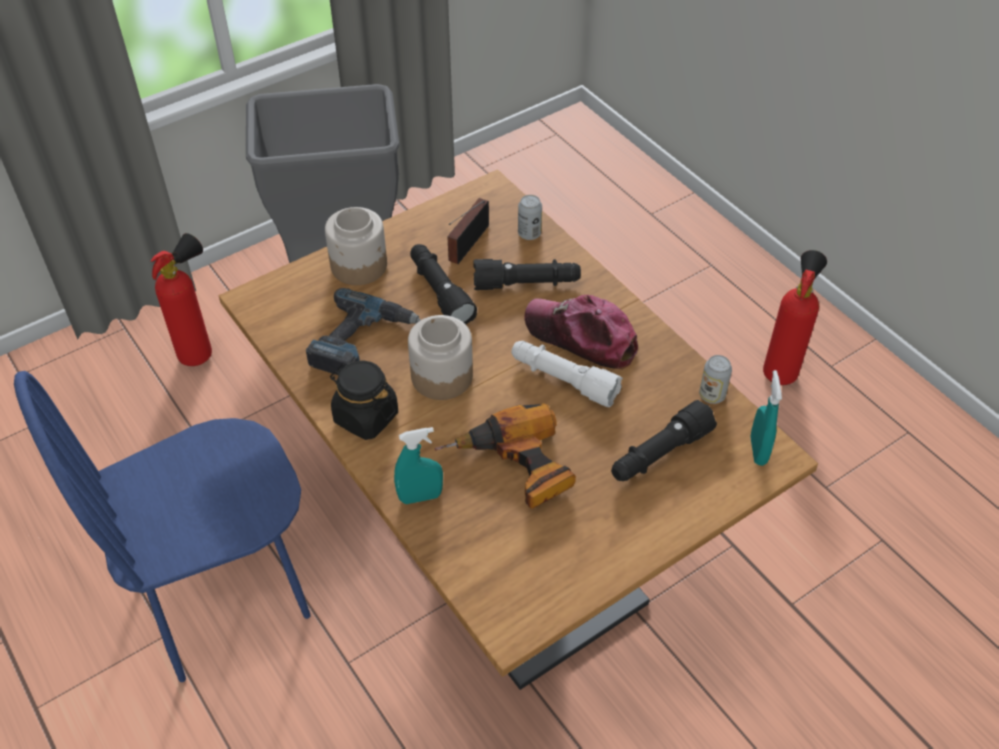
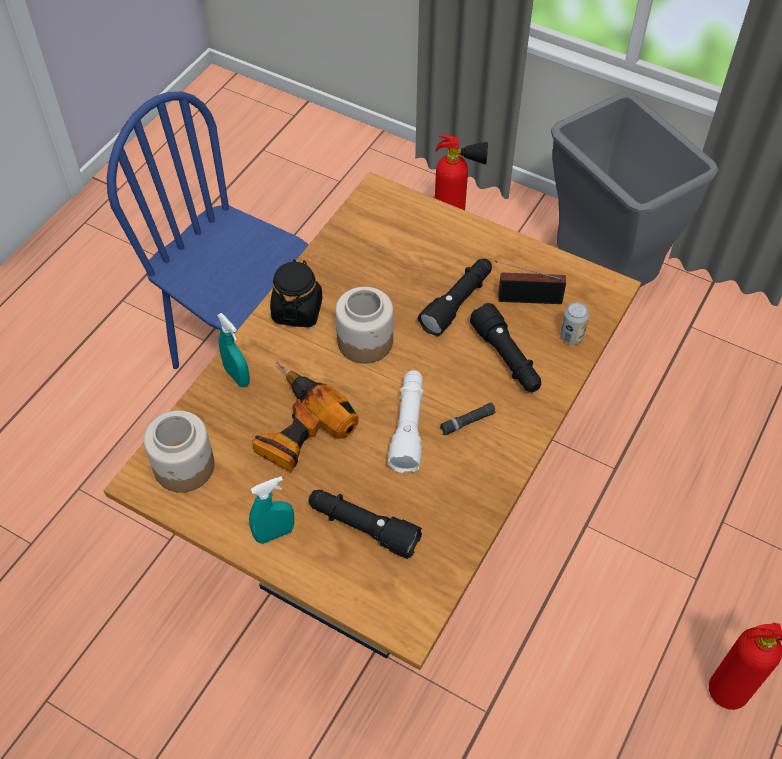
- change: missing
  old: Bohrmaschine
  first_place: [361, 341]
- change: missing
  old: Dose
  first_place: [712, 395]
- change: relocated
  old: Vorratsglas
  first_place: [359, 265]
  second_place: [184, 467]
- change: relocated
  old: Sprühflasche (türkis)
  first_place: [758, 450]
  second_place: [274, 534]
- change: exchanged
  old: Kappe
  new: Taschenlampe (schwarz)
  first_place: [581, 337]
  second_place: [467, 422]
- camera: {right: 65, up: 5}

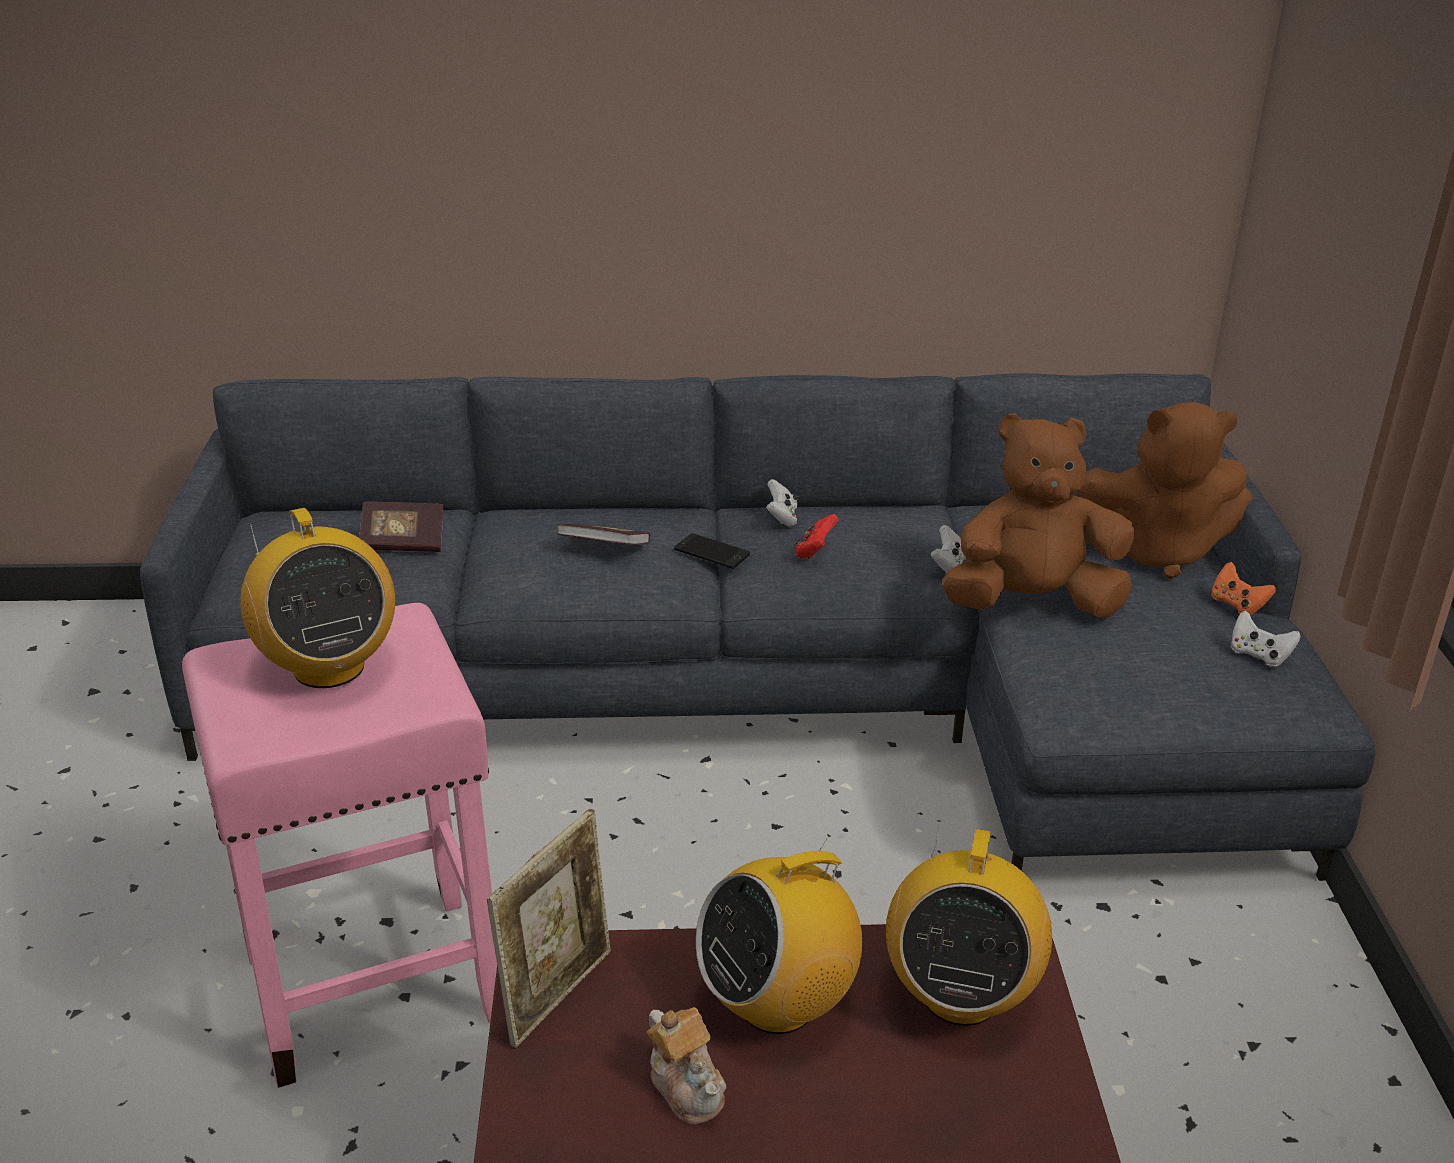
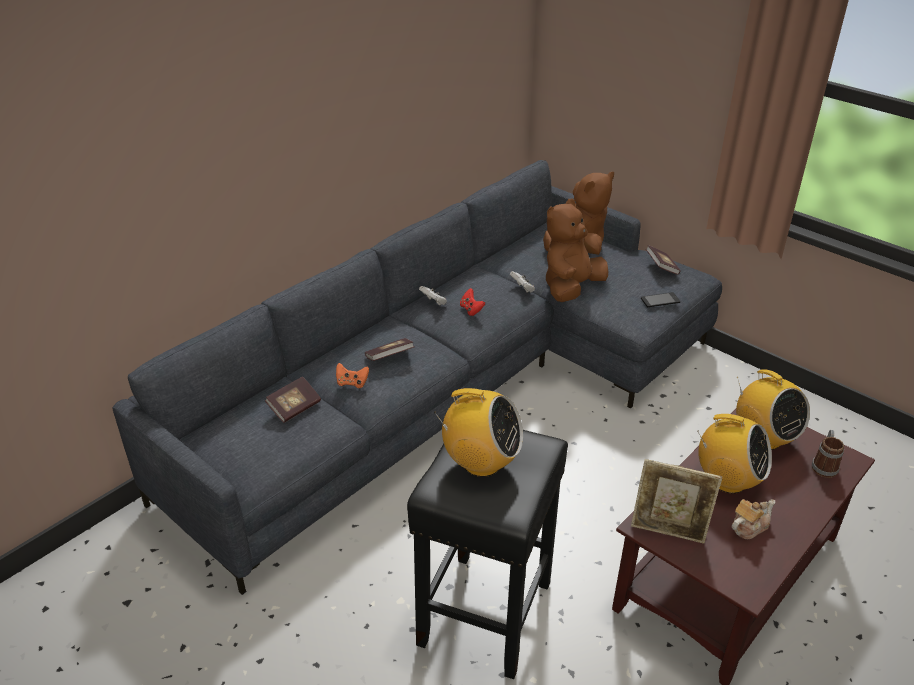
- change: appeared
  new: Henkelbecher
  second_place: [824, 465]
- change: relocated
  old: Handy
  first_place: [711, 552]
  second_place: [660, 300]
- change: relocated
  old: Gamepad (orange)
  first_place: [1237, 605]
  second_place: [352, 383]
- change: exchanged
  old: Gamepad (weiß)
  new: Buch
  first_place: [1258, 655]
  second_place: [661, 267]
- change: colour
  old: Hocker (rosa)
  new: Hocker (schwarz)
  first_place: [378, 984]
  second_place: [486, 611]
- change: spun
  old: Bilderrahmen
  first_place: [558, 993]
  second_place: [668, 532]
  degrees: 120
- change: spun
  old: Teekanne
  first_place: [687, 1086]
  second_place: [748, 526]
  degrees: -45
- change: spun
  old: Radio
  first_place: [778, 1003]
  second_place: [727, 481]
  degrees: -75
- camera: {right: -45, up: 5}

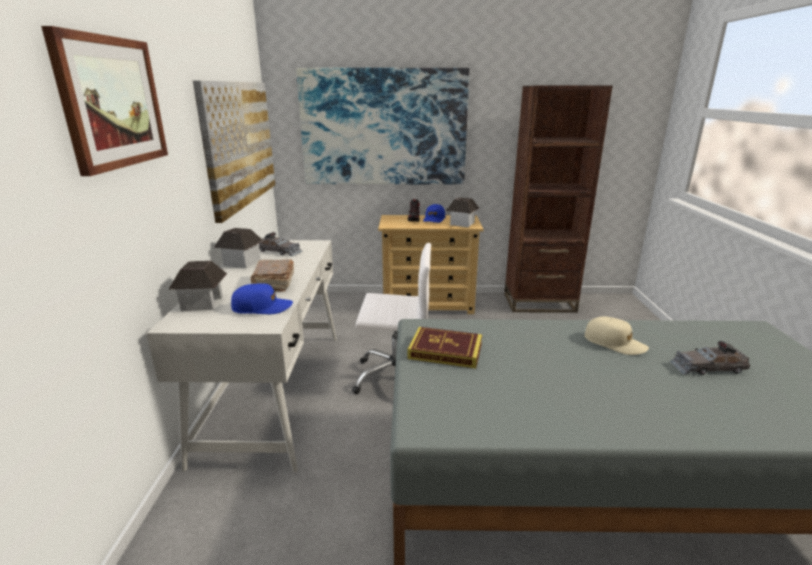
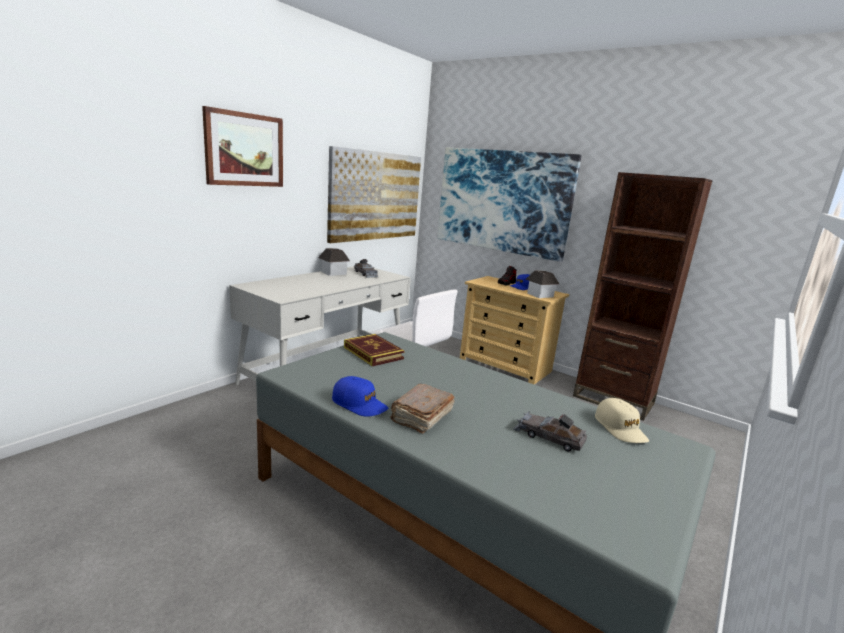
- change: missing
  old: Spielzeughaus
  first_place: [202, 303]
- change: relocated
  old: Kappe (blau)
  first_place: [262, 307]
  second_place: [359, 404]
- change: relocated
  old: Buch (braun)
  first_place: [273, 284]
  second_place: [421, 417]
- change: relocated
  old: Kappe (beige)
  first_place: [614, 343]
  second_place: [620, 428]
- camera: {right: 35, up: -5}

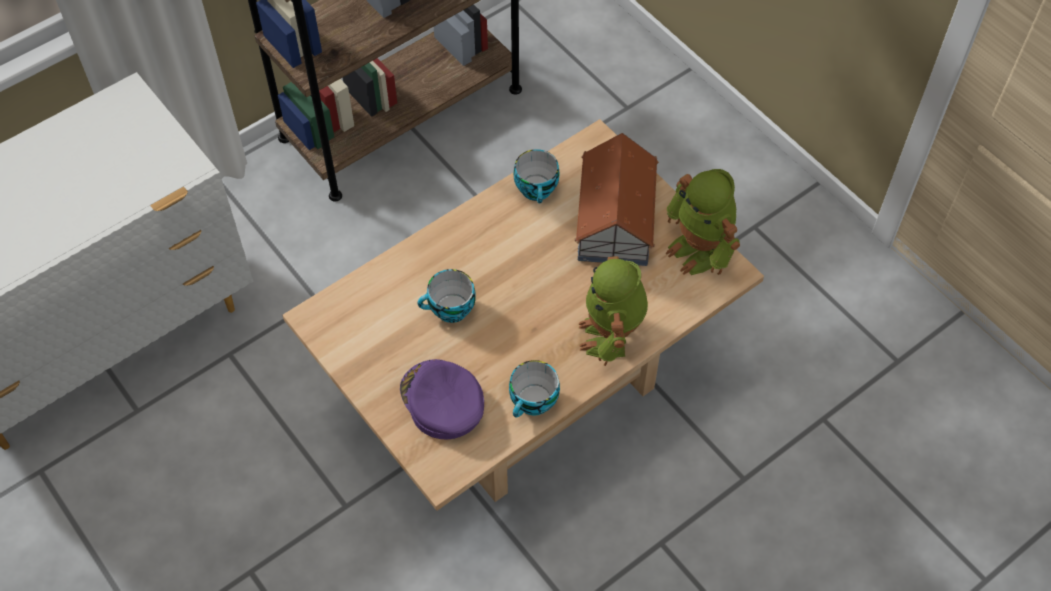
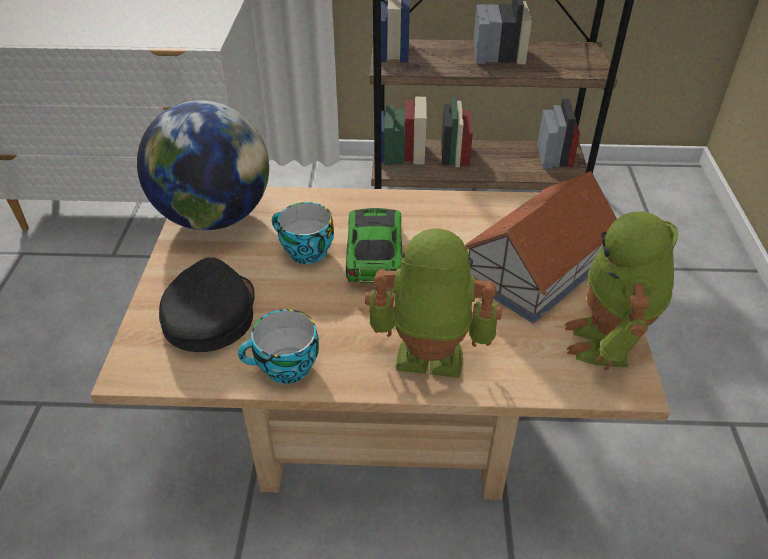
- change: missing
  old: Tasse
  first_place: [538, 190]
- change: appeared
  new: Globus
  second_place: [214, 217]
- change: appeared
  new: Spielzeugauto
  second_place: [374, 251]
- change: colour
  old: Kappe (lila)
  new: Kappe (schwarz)
  first_place: [442, 402]
  second_place: [209, 313]
- change: spun
  old: Spielzeugroboter
  first_place: [611, 336]
  second_place: [428, 361]
  degrees: 60
- camera: {right: 40, up: -15}

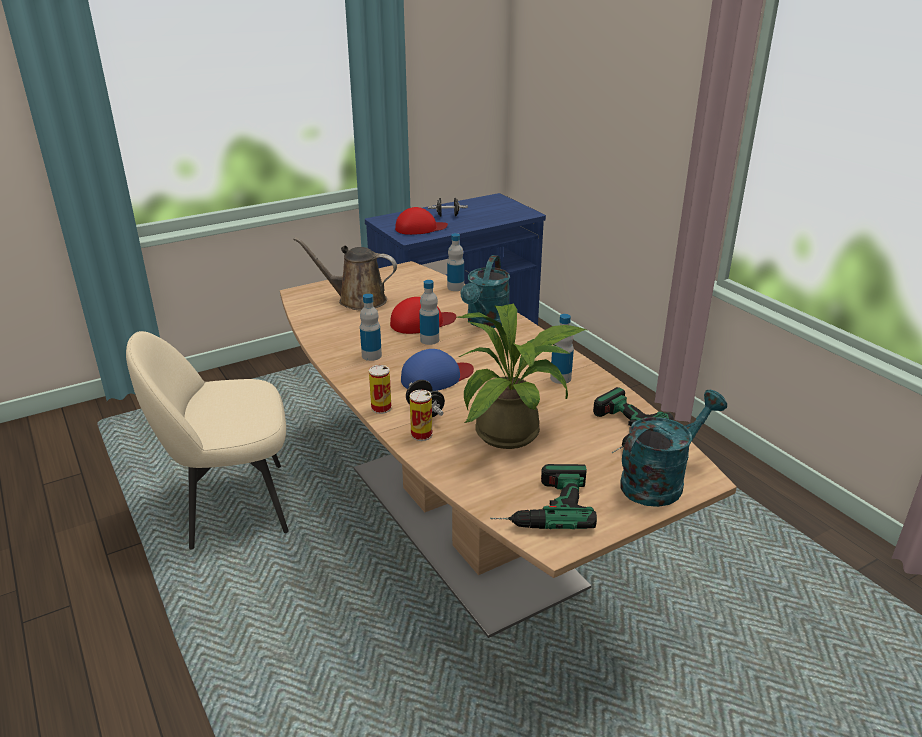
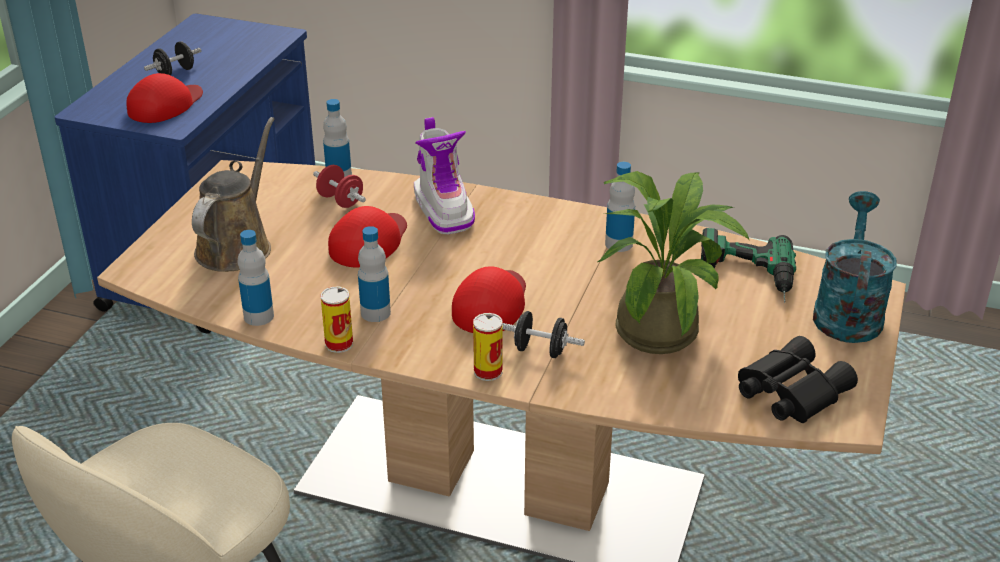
- change: appeared
  new: Hantel (rot)
  second_place: [340, 201]
- change: relocated
  old: Dose
  first_place: [421, 434]
  second_place: [339, 344]
- change: relocated
  old: Flasche
  first_place: [429, 340]
  second_place: [259, 316]
- change: exchanged
  old: Gießkanne (türkis)
  new: Stiefel
  first_place: [486, 322]
  second_place: [444, 210]
- change: exchanged
  old: Bohrmaschine
  new: Fernglas (schwarz)
  first_place: [540, 505]
  second_place: [789, 391]
- change: colour
  old: Kappe (blau)
  new: Kappe (rot)
  first_place: [436, 377]
  second_place: [491, 304]
- change: spun
  old: Gießkanne (braun)
  first_place: [357, 300]
  second_place: [237, 246]
  degrees: 135
- camera: {right: -40, up: 5}

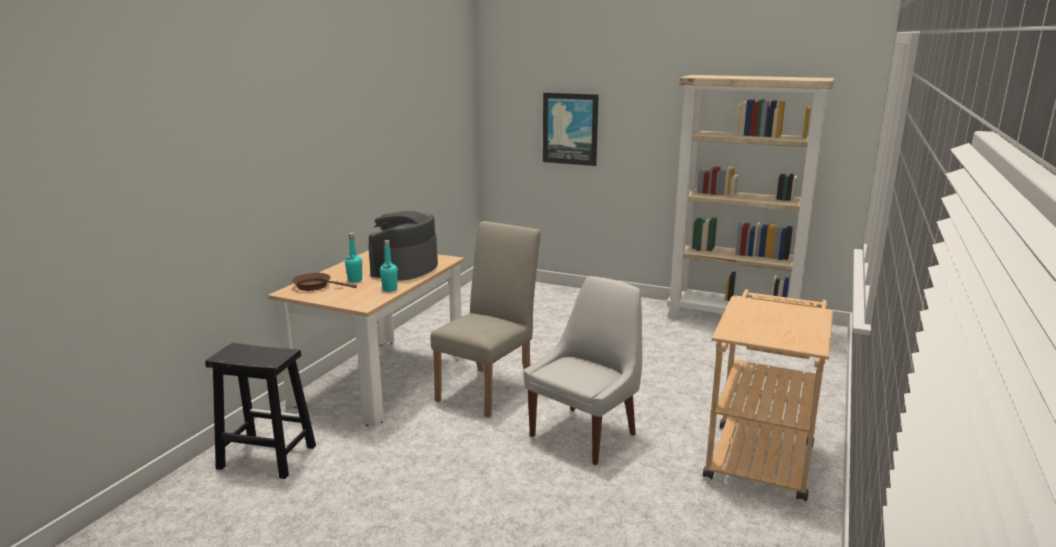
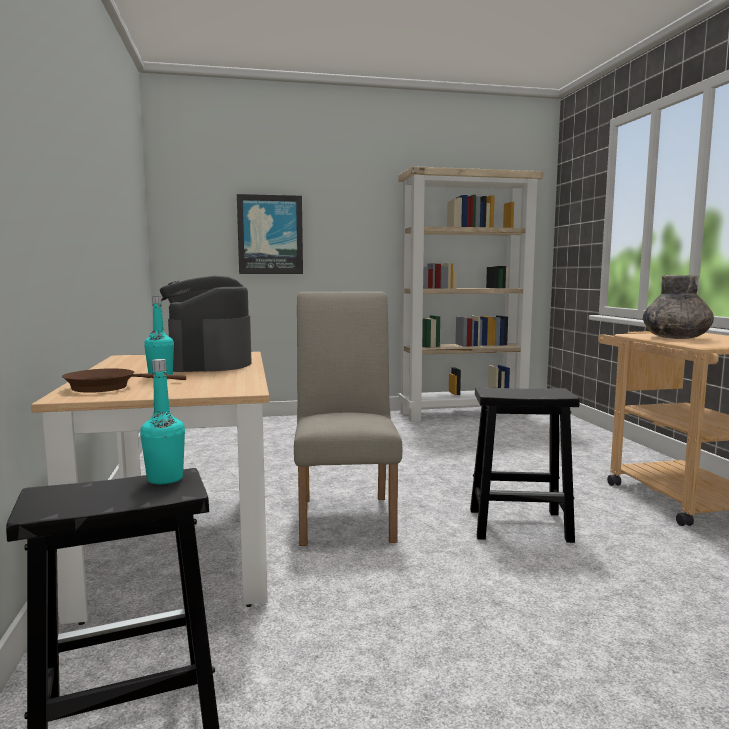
- change: appeared
  new: Vase (grau)
  second_place: [675, 338]
- change: relocated
  old: Flasche (türkis)
  first_place: [390, 289]
  second_place: [165, 479]
- change: exchanged
  old: Stuhl (weiß)
  new: Hocker (schwarz)
  first_place: [585, 433]
  second_place: [520, 525]
- camera: {right: -35, up: -10}

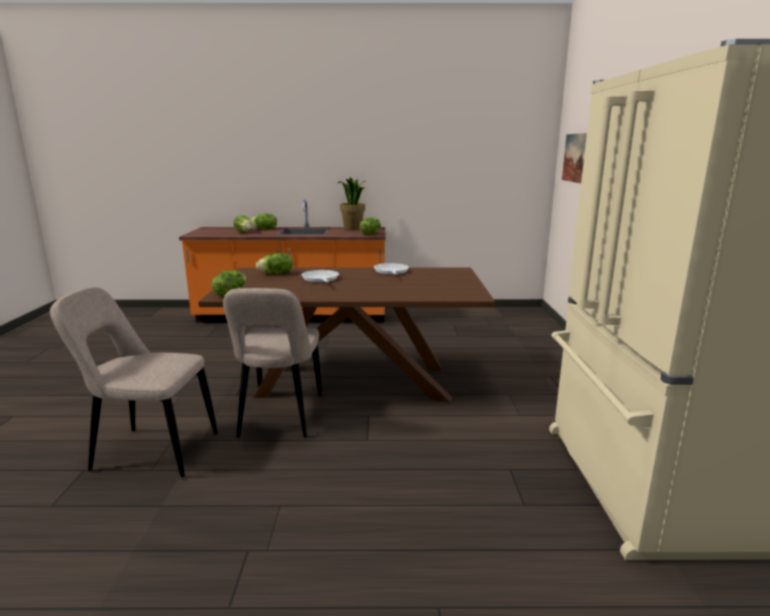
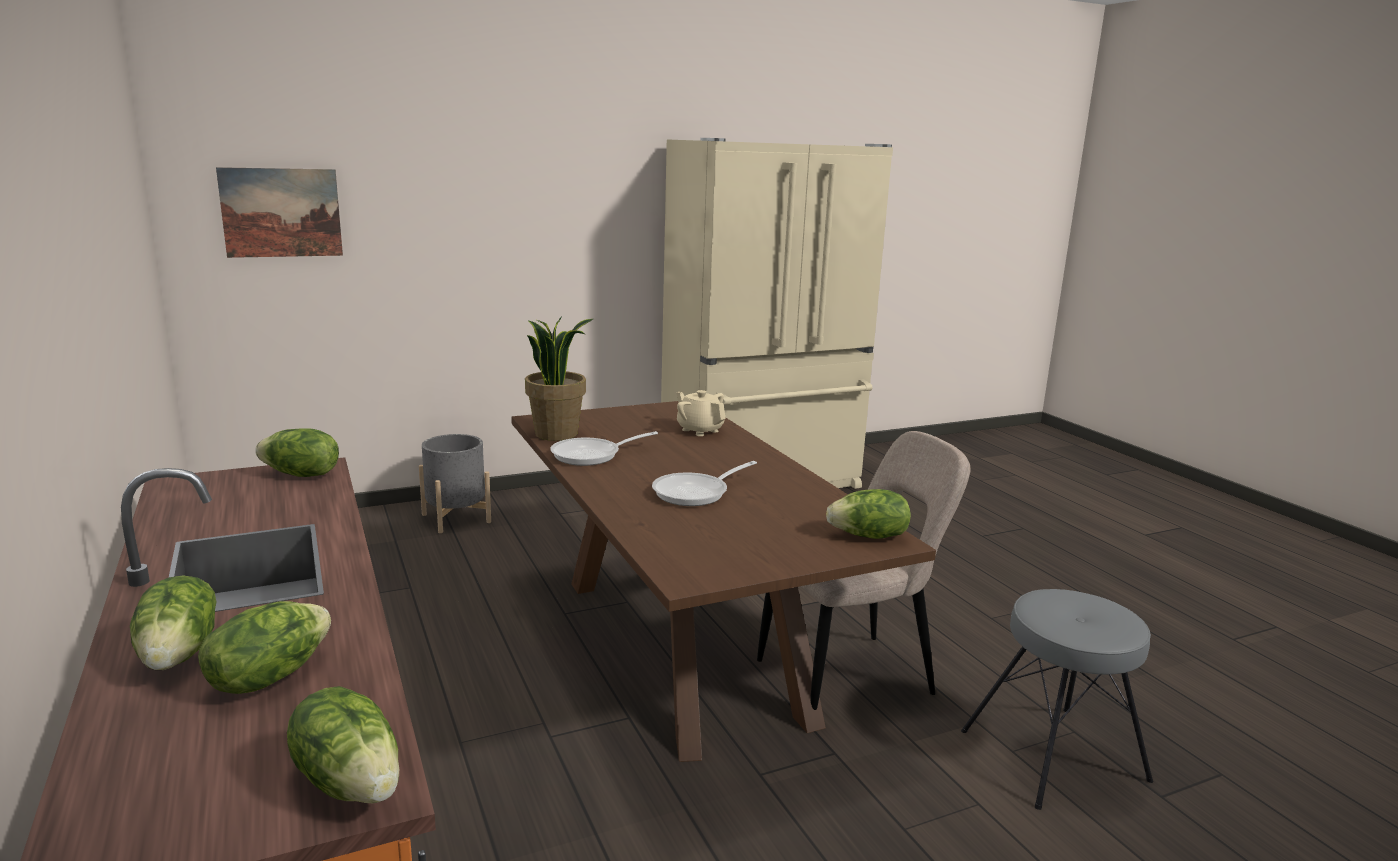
- change: appeared
  new: Pflanzkübel (grau)
  second_place: [456, 518]
- change: appeared
  new: Teekanne (beige)
  second_place: [699, 430]
- change: relocated
  old: Salatkopf
  first_place: [276, 274]
  second_place: [351, 781]
- change: relocated
  old: Topfpflanze
  first_place: [353, 228]
  second_place: [557, 434]
- change: exchanged
  old: Stuhl (beige)
  new: Hocker (grau)
  first_place: [150, 451]
  second_place: [1055, 756]
- camera: {right: -115, up: 0}

